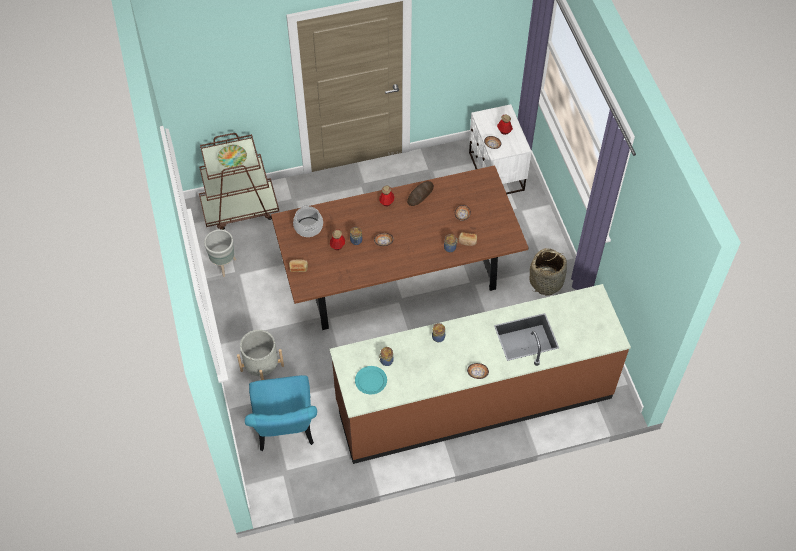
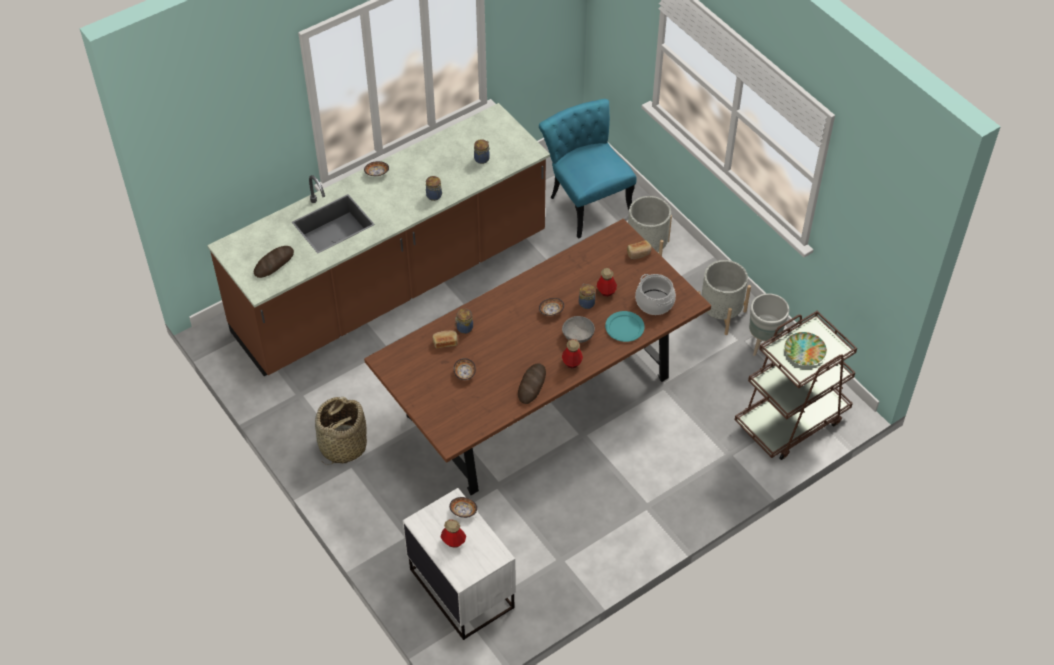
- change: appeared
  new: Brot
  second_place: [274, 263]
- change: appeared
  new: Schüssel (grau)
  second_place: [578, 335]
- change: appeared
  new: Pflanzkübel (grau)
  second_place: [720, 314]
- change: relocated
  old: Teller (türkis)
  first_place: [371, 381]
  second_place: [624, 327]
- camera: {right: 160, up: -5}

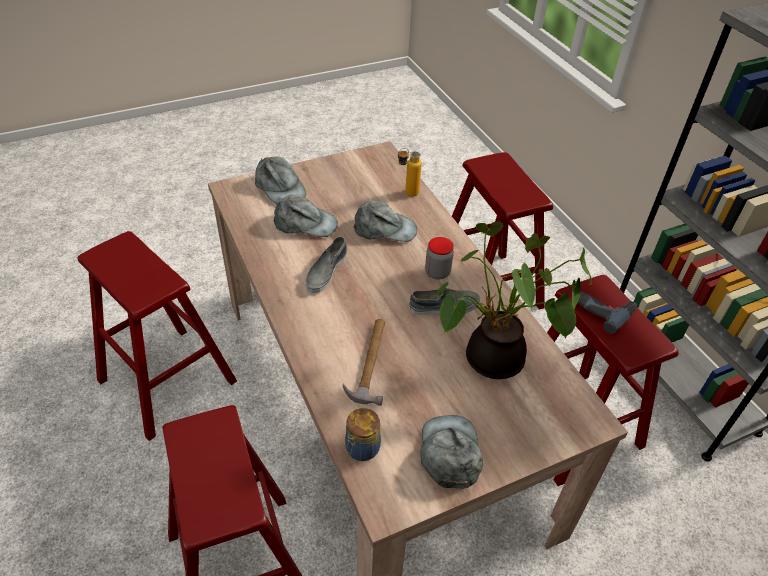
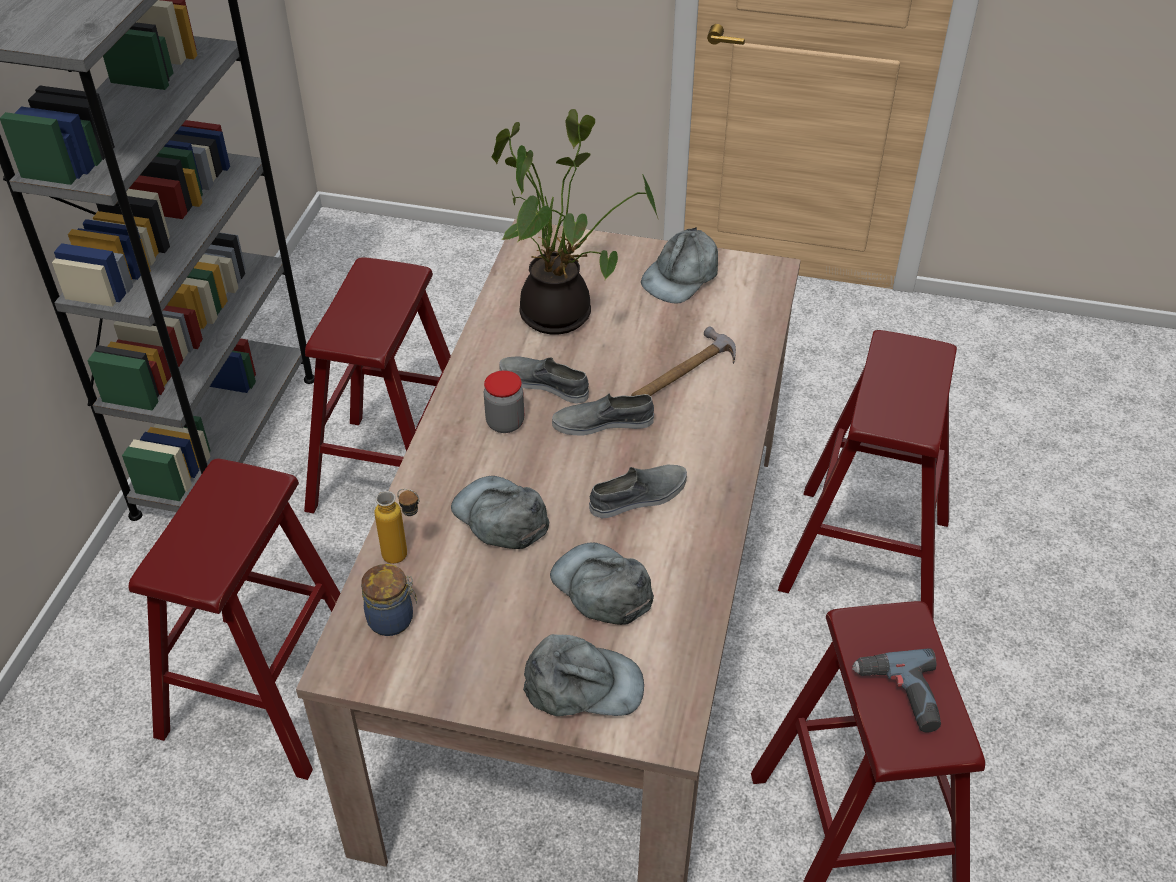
- change: appeared
  new: Schuh (grau)
  second_place: [602, 422]
- change: relocated
  old: Vorratsglas
  first_place: [361, 449]
  second_place: [393, 619]
- change: relocated
  old: Bohrmaschine
  first_place: [603, 310]
  second_place: [899, 696]
- change: spun
  old: Kappe (grau)
  first_place: [280, 187]
  second_place: [583, 685]
  degrees: 90
- camera: {right: -140, up: 0}

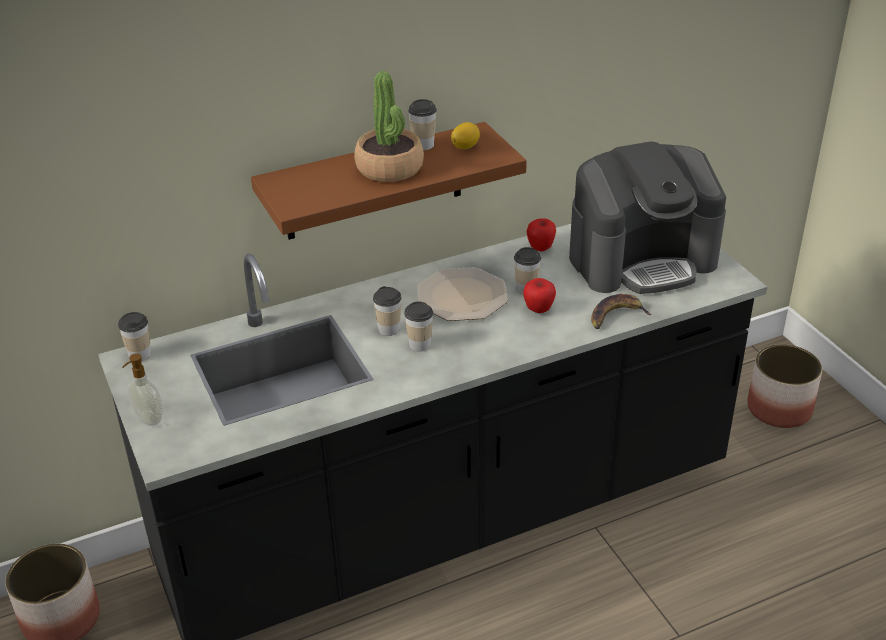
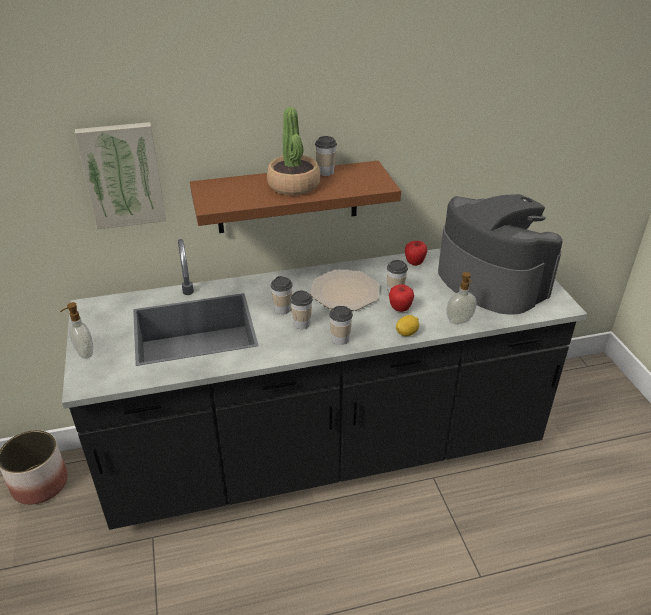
- change: missing
  old: Pflanzkübel
  first_place: [778, 409]
- change: appeared
  new: Bild
  second_place: [122, 175]
- change: relocated
  old: Tasse
  first_place: [140, 355]
  second_place: [340, 339]
- change: relocated
  old: Zitrone
  first_place: [465, 146]
  second_place: [407, 333]
- change: exchanged
  old: Banane
  new: Seifenspender
  first_place: [616, 315]
  second_place: [459, 321]
- change: spun
  old: Kaffeemaschine
  first_place: [642, 259]
  second_place: [491, 280]
  degrees: -120
- camera: {right: 10, up: 0}

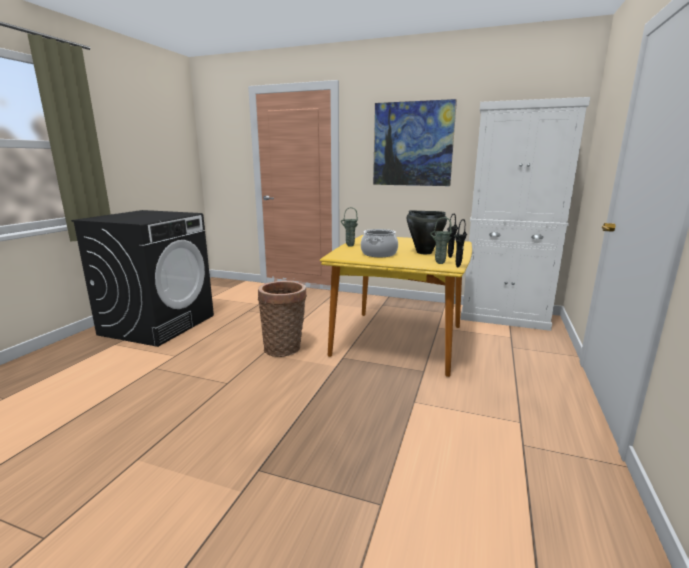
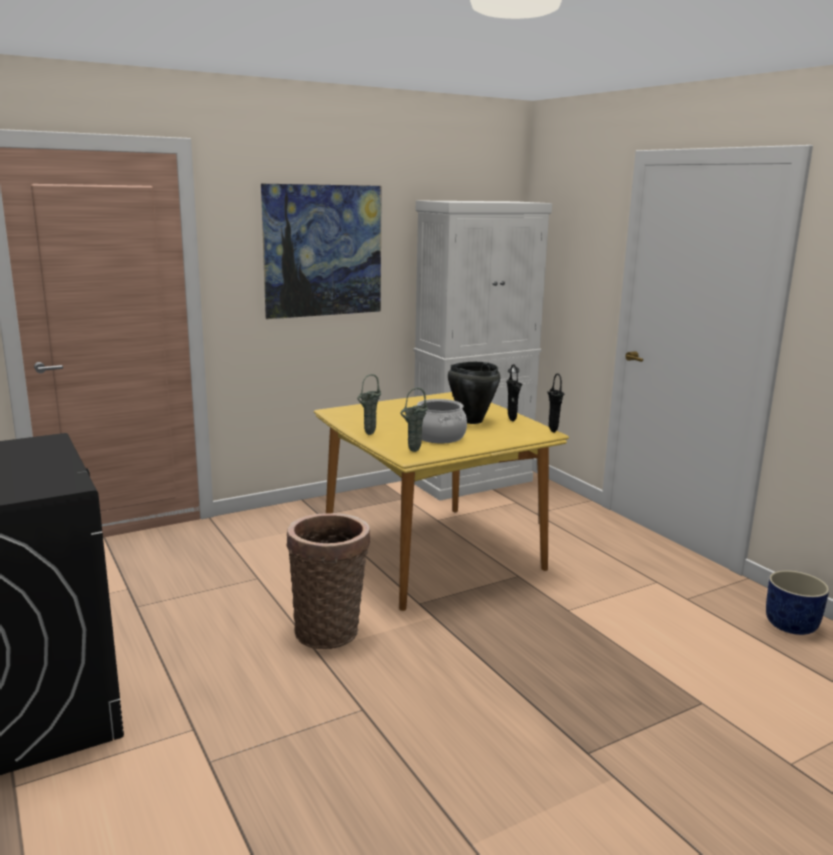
- change: appeared
  new: Pflanzkübel (blau)
  second_place: [792, 625]
- change: relocated
  old: Vase (grün)
  first_place: [438, 263]
  second_place: [413, 451]
- camera: {right: -50, up: 0}

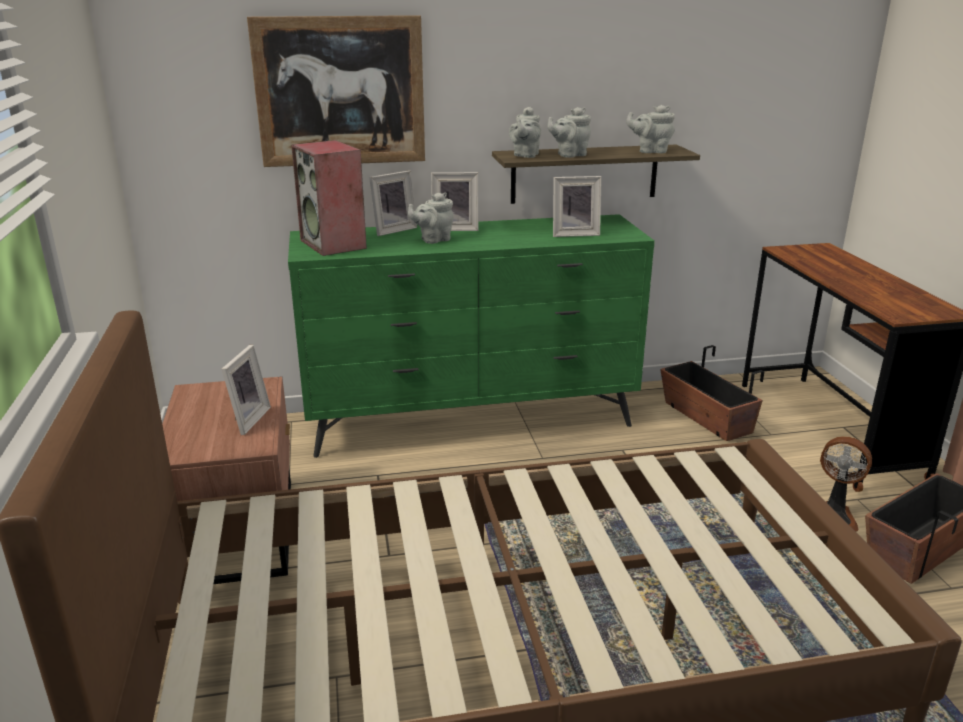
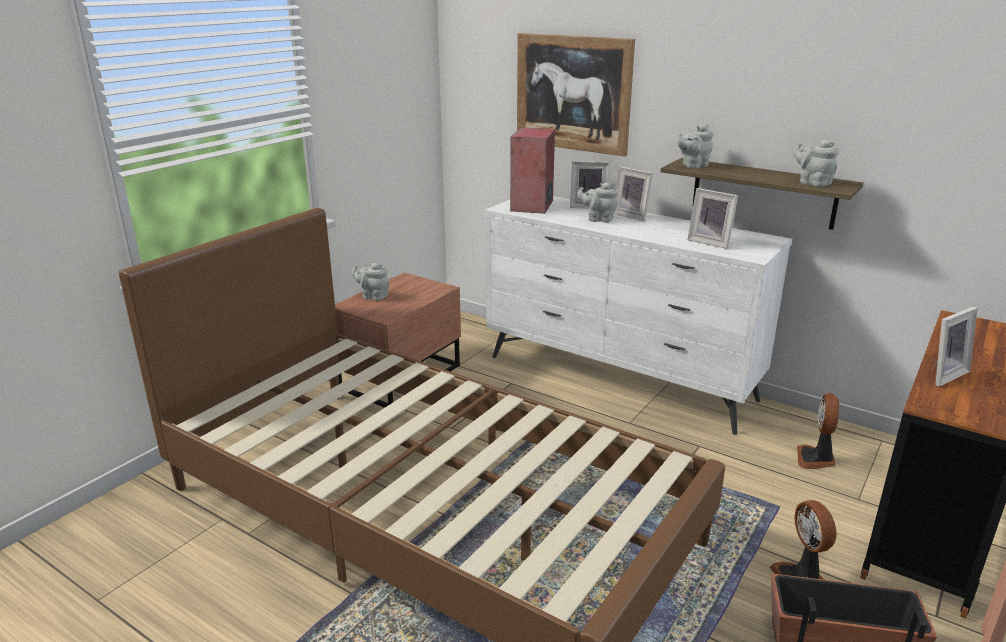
- change: relocated
  old: Bilderrahmen
  first_place: [246, 420]
  second_place: [942, 374]
- change: relocated
  old: Teekanne (grau)
  first_place: [569, 155]
  second_place: [373, 296]
- change: exchanged
  old: Pflanzkübel
  new: Ventilator
  first_place: [706, 418]
  second_place: [816, 459]
- change: colour
  old: Kommode (grün)
  new: Kommode (weiß)
  first_place: [472, 421]
  second_place: [619, 378]
- camera: {right: 45, up: 0}

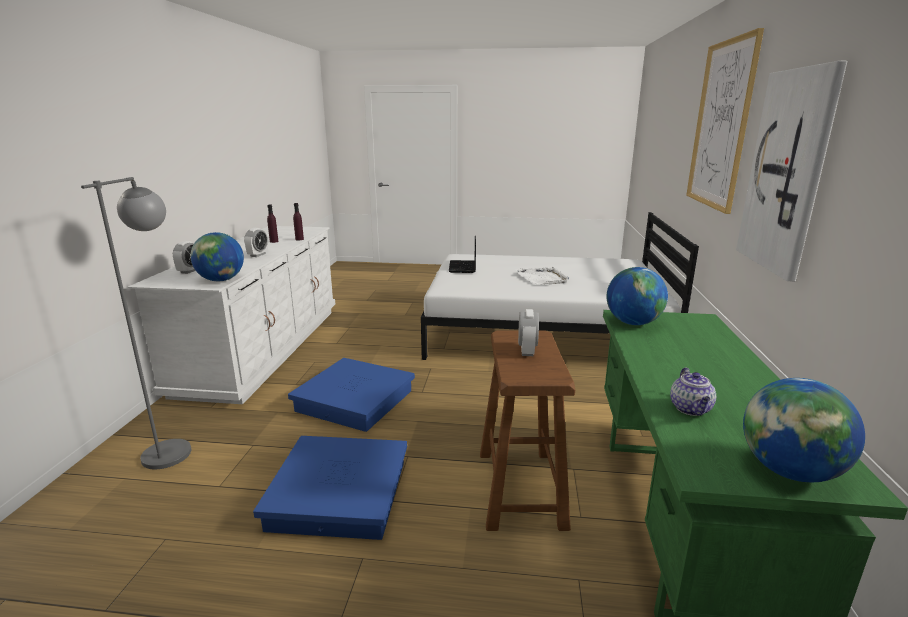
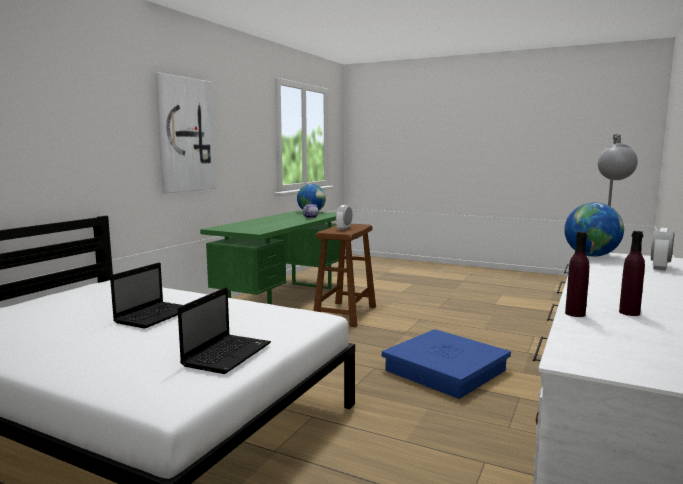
- change: missing
  old: Wecker
  first_place: [258, 255]
- change: missing
  old: Aufbewahrungsbox (blau)
  first_place: [338, 494]
- change: missing
  old: Globus
  first_place: [633, 323]
- change: missing
  old: Bild
  first_place: [721, 125]
- change: exchanged
  old: Tablett (weiß)
  new: Laptop
  first_place: [542, 278]
  second_place: [155, 315]
- camera: {right: -160, up: -10}

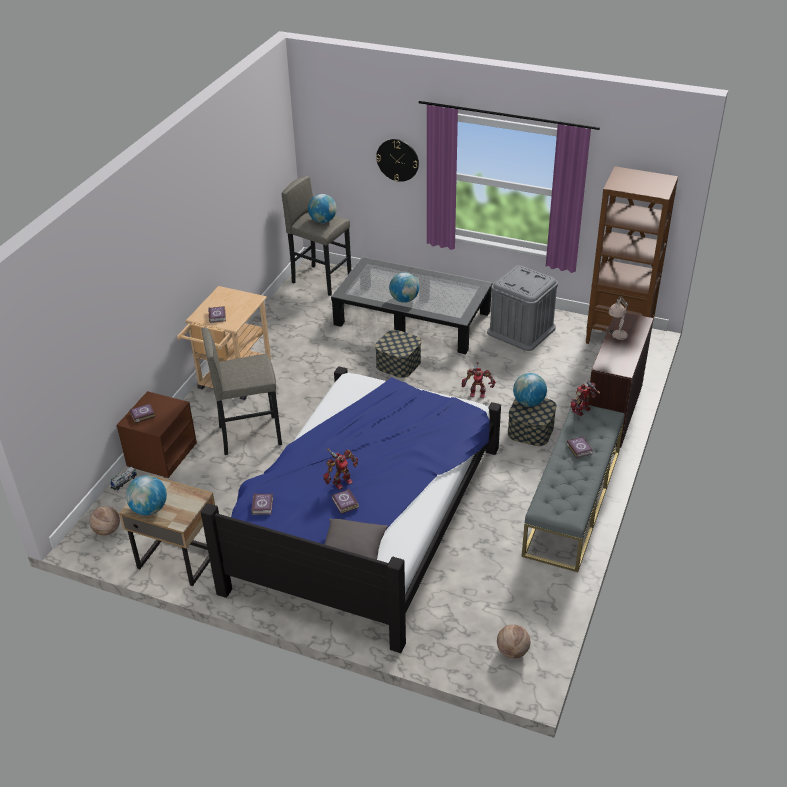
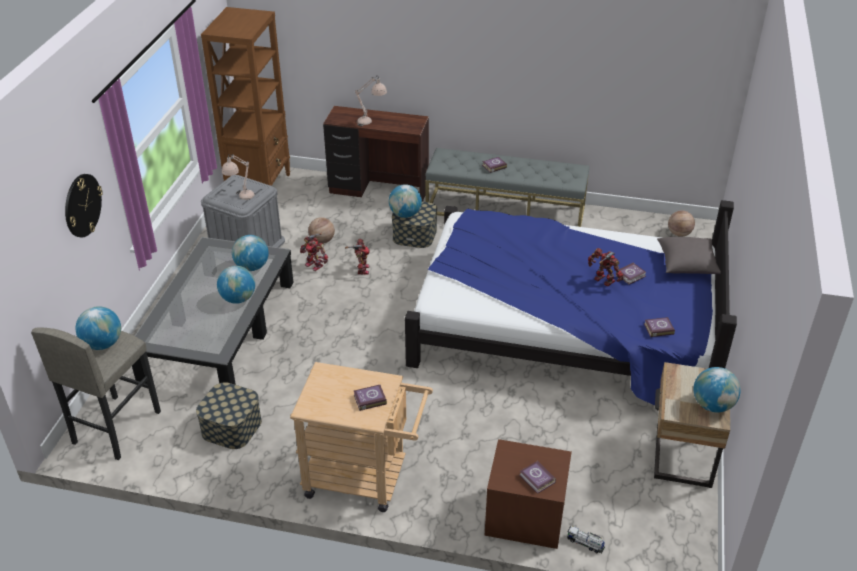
- change: missing
  old: Hocker (grau)
  first_place: [249, 435]
- change: appeared
  new: Tischlampe (beige)
  second_place: [241, 199]
- change: appeared
  new: Globus
  second_place: [252, 267]
- change: relocated
  old: Basketball
  first_place: [107, 530]
  second_place: [322, 241]
- change: relocated
  old: Aufbewahrungsbox
  first_place: [398, 363]
  second_place: [231, 427]
- change: relocated
  old: Spielzeugroboter
  first_place: [582, 411]
  second_place: [315, 265]
- camera: {right: -100, up: 0}

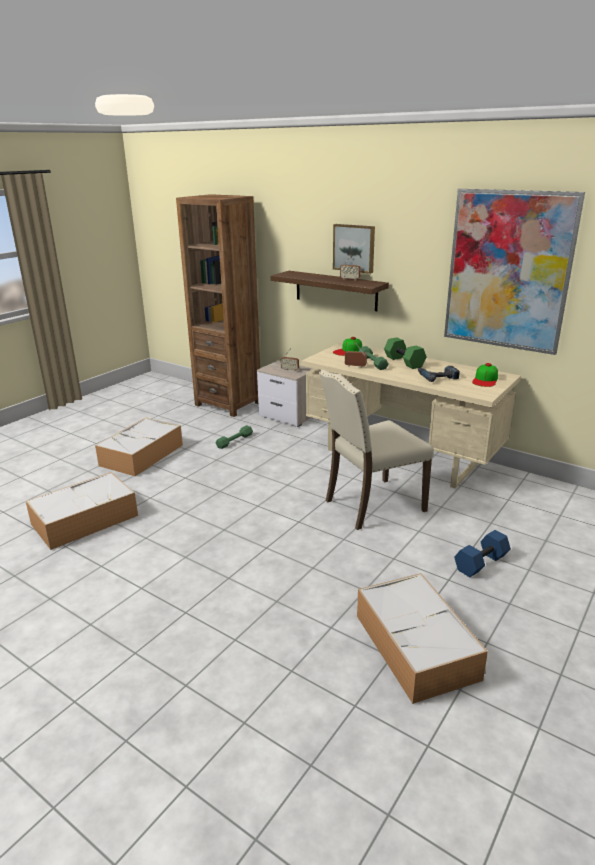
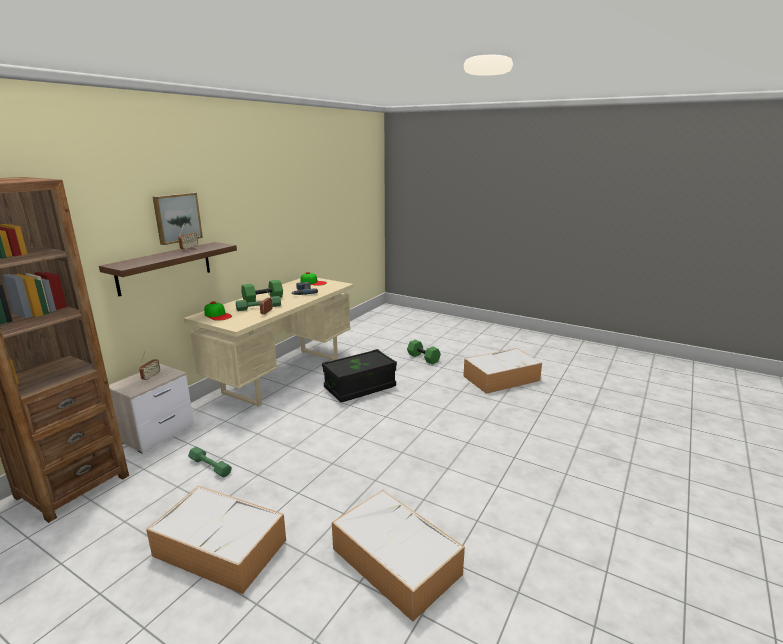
- change: missing
  old: Bild
  first_place: [508, 271]
- change: exchanged
  old: Stuhl (beige)
  new: Aufbewahrungsbox (schwarz)
  first_place: [371, 505]
  second_place: [360, 387]
- change: colour
  old: Hantel (blau)
  new: Hantel (grün)
  first_place: [480, 562]
  second_place: [422, 358]
- camera: {right: -95, up: -5}

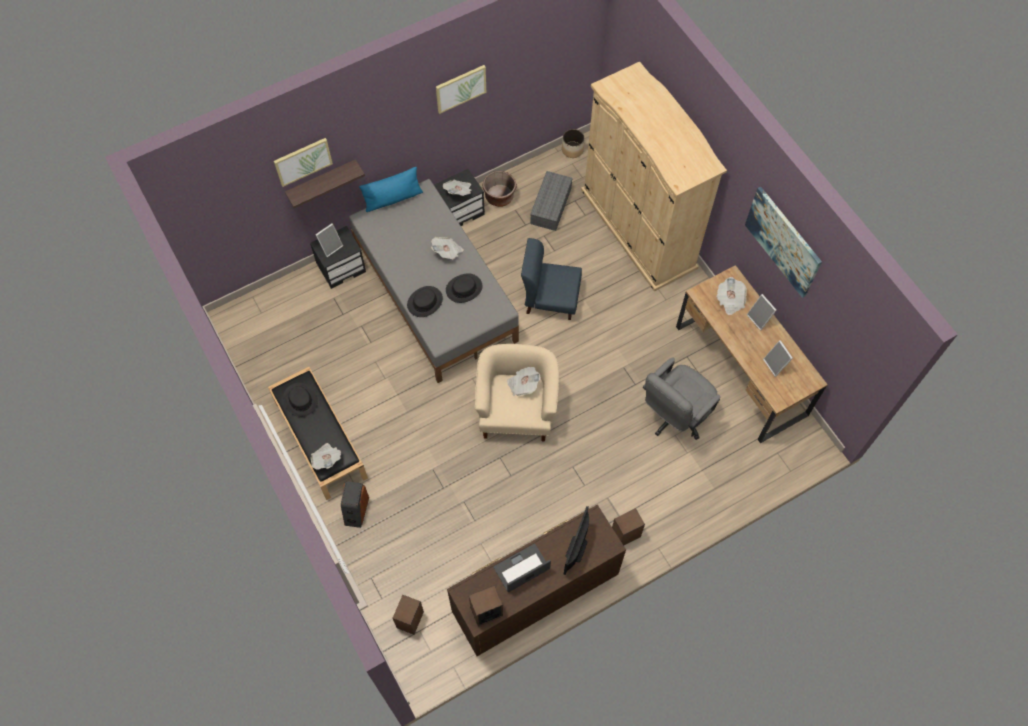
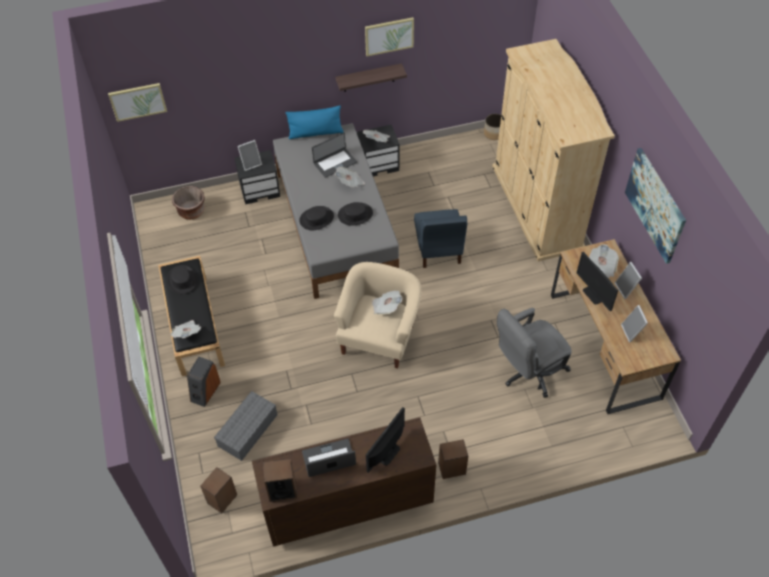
- change: appeared
  new: Laptop
  second_place: [334, 162]
- change: appeared
  new: Monitor
  second_place: [594, 294]
- change: relocated
  old: Bild
  first_place: [303, 161]
  second_place: [138, 101]
- change: relocated
  old: Wandregal
  first_place: [322, 182]
  second_place: [369, 78]
- change: relocated
  old: Pflanzkübel (braun)
  first_place: [499, 197]
  second_place: [191, 211]
- change: relocated
  old: Aufbewahrungsbox (grau)
  first_place: [551, 207]
  second_place: [248, 431]
- change: spun
  old: Stuhl (blau)
  first_place: [550, 299]
  second_place: [438, 249]
  degrees: -120
- camera: {right: 15, up: -10}

